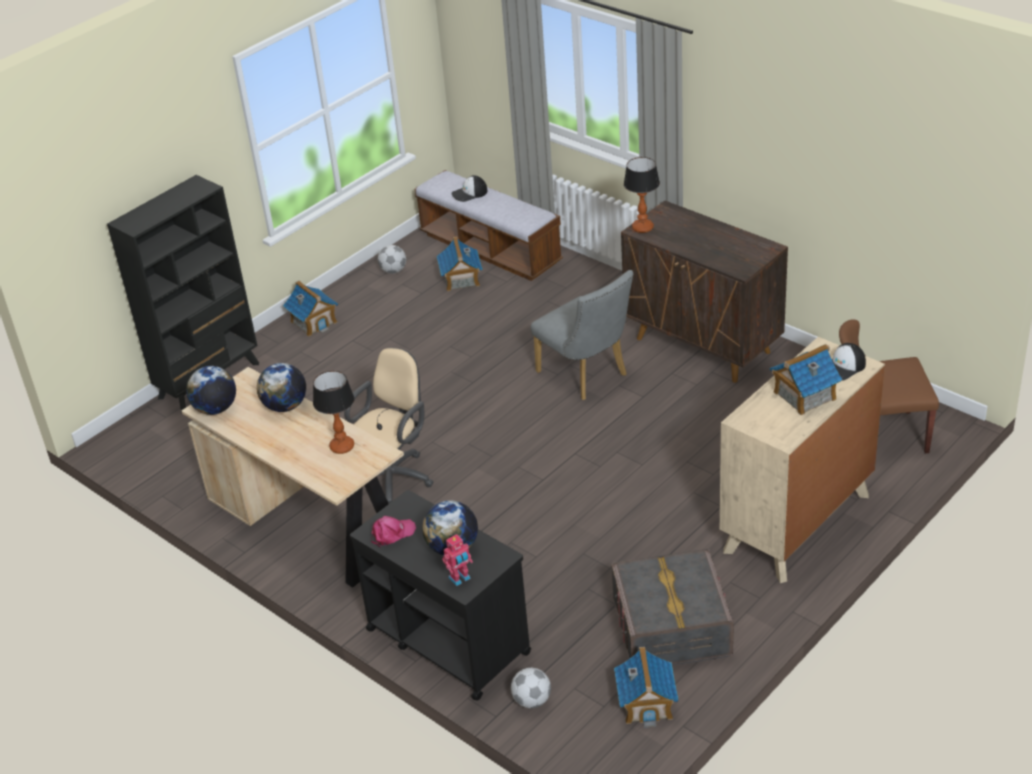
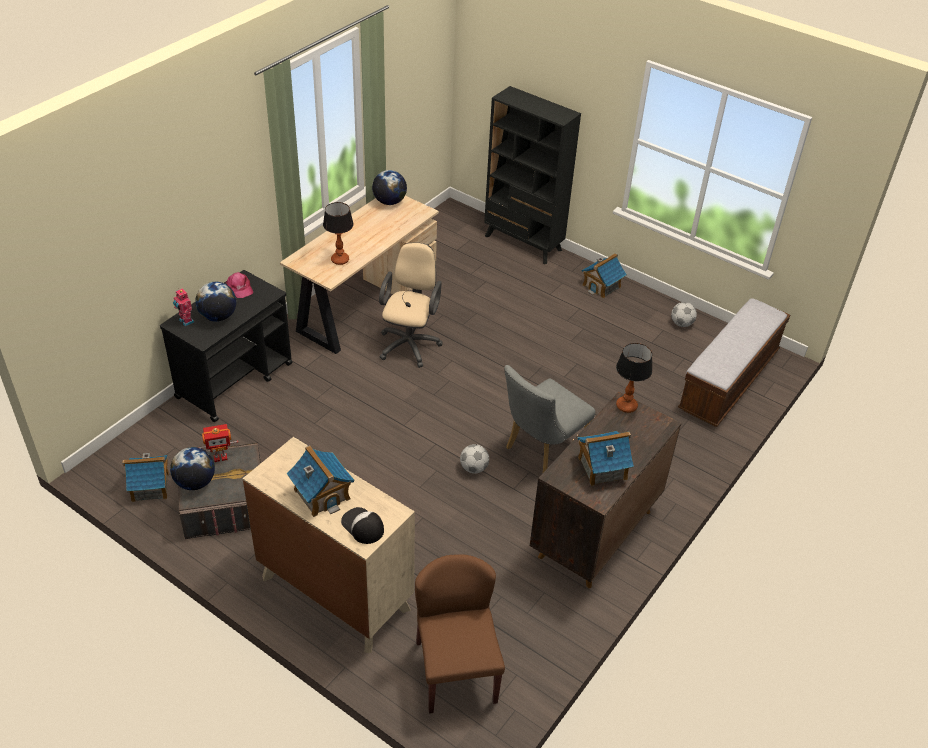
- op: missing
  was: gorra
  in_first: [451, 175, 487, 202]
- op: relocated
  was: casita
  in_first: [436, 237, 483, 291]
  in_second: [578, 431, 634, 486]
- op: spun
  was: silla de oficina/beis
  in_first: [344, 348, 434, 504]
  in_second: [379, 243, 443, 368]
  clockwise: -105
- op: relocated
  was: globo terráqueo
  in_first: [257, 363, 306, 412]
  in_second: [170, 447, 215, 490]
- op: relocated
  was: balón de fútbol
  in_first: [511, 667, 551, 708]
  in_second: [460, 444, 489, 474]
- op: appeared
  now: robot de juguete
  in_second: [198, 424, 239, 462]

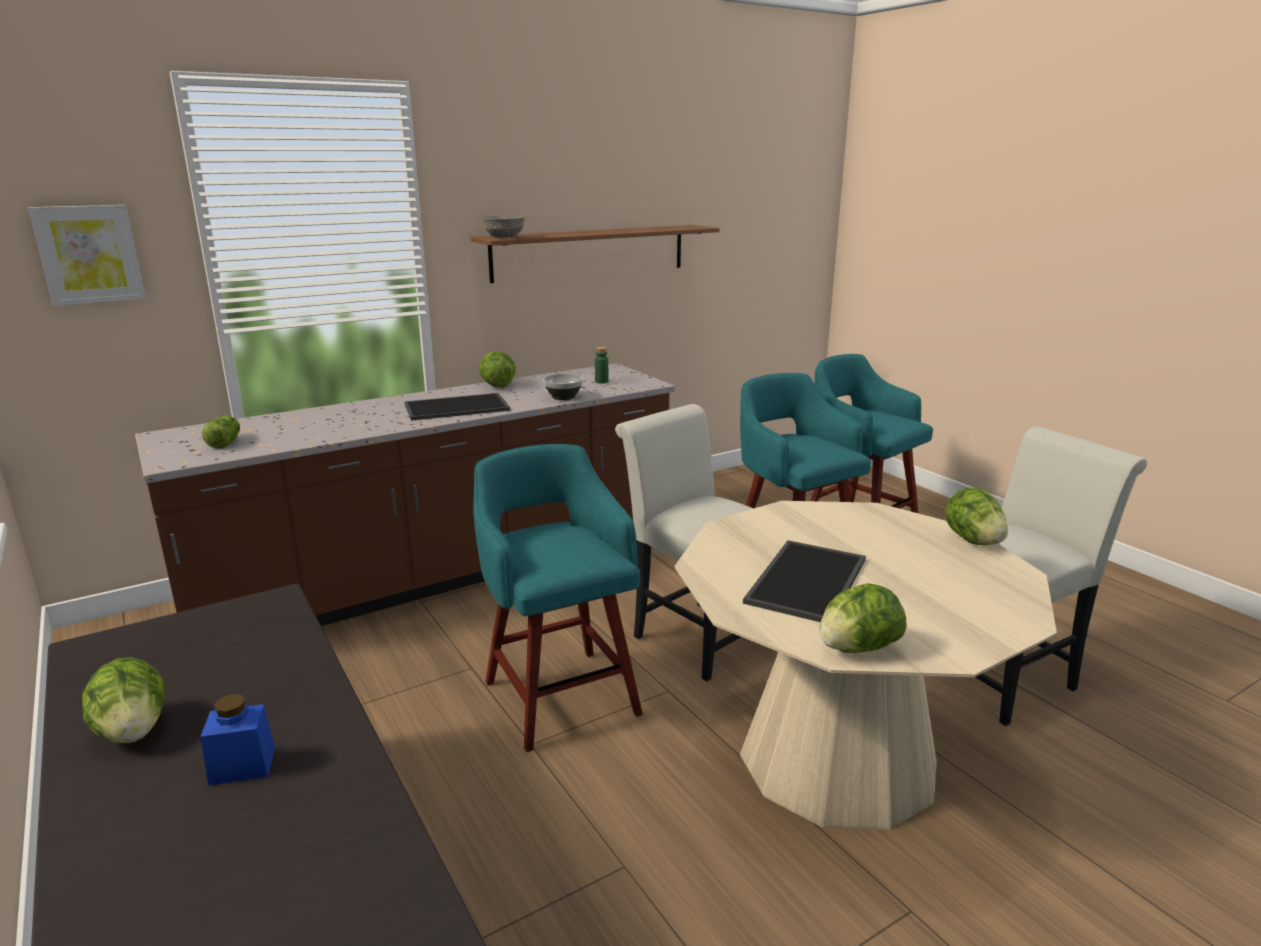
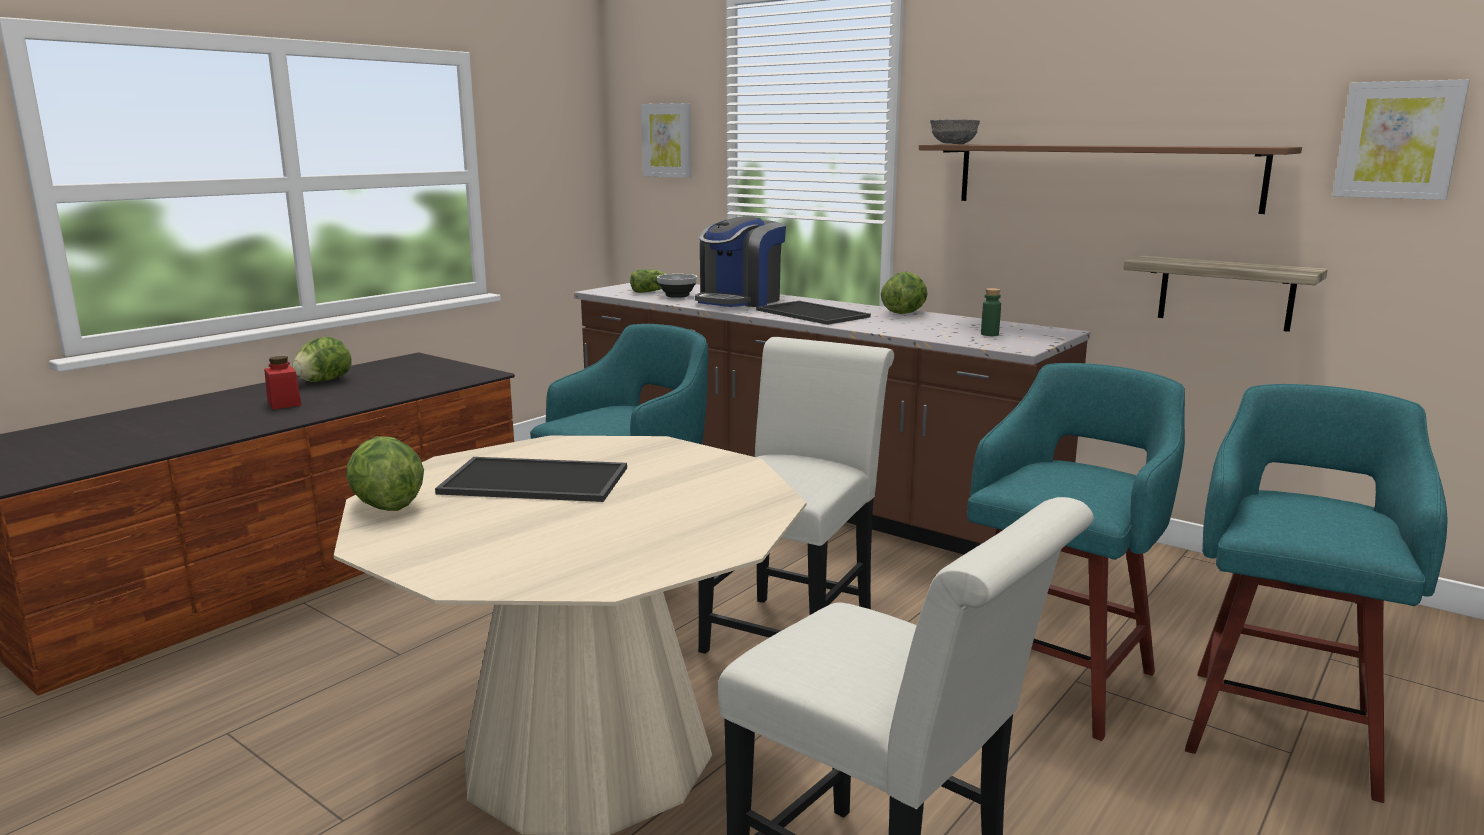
- op: relocated
  was: cuenco
  in_first: [543, 373, 583, 400]
  in_second: [657, 274, 697, 298]
- op: missing
  was: lechuga
  in_first: [945, 487, 1008, 546]
- op: colour
  was: tarro/azul
  now: tarro/rojo
  in_first: [200, 694, 275, 786]
  in_second: [264, 356, 301, 409]
- op: appeared
  now: cuadro
  in_second: [1332, 79, 1470, 200]
- op: appeared
  now: cafetera
  in_second: [695, 216, 786, 307]
- op: appeared
  now: estante
  in_second: [1123, 256, 1328, 332]

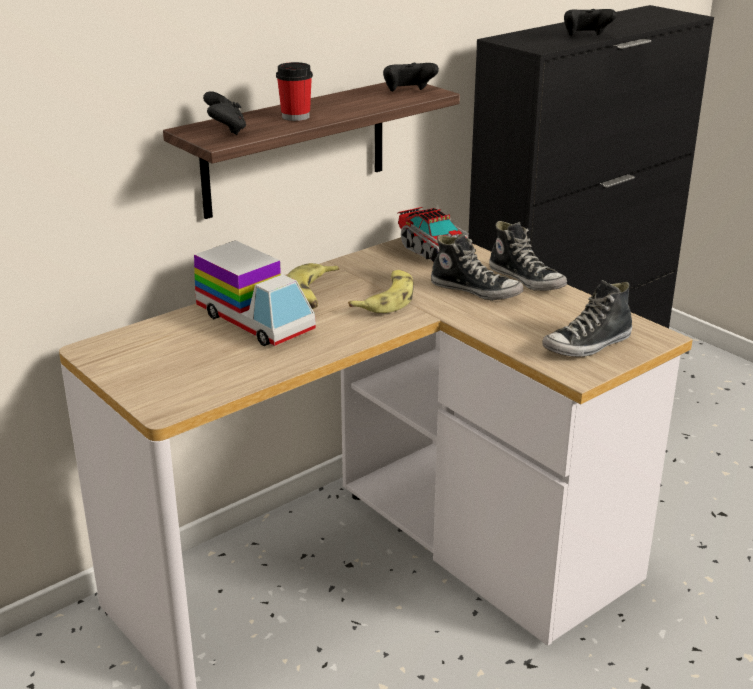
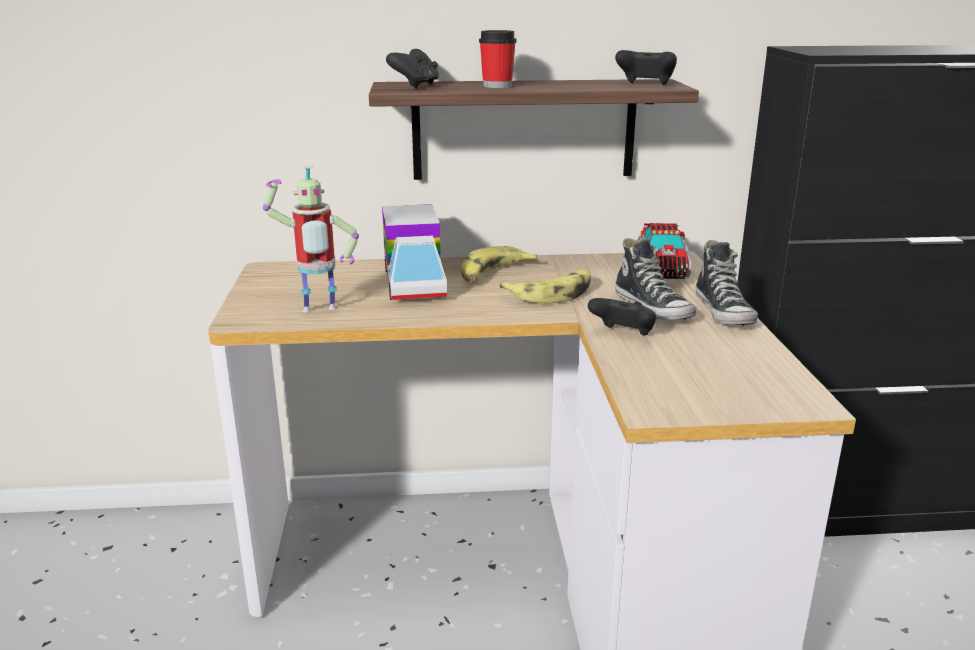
- op: relocated
  was: mando de consola/negro
  in_first: [564, 9, 617, 36]
  in_second: [588, 298, 656, 336]
- op: missing
  was: zapato
  in_first: [542, 280, 632, 357]
- op: appeared
  now: robot de juguete
  in_second: [263, 165, 359, 312]

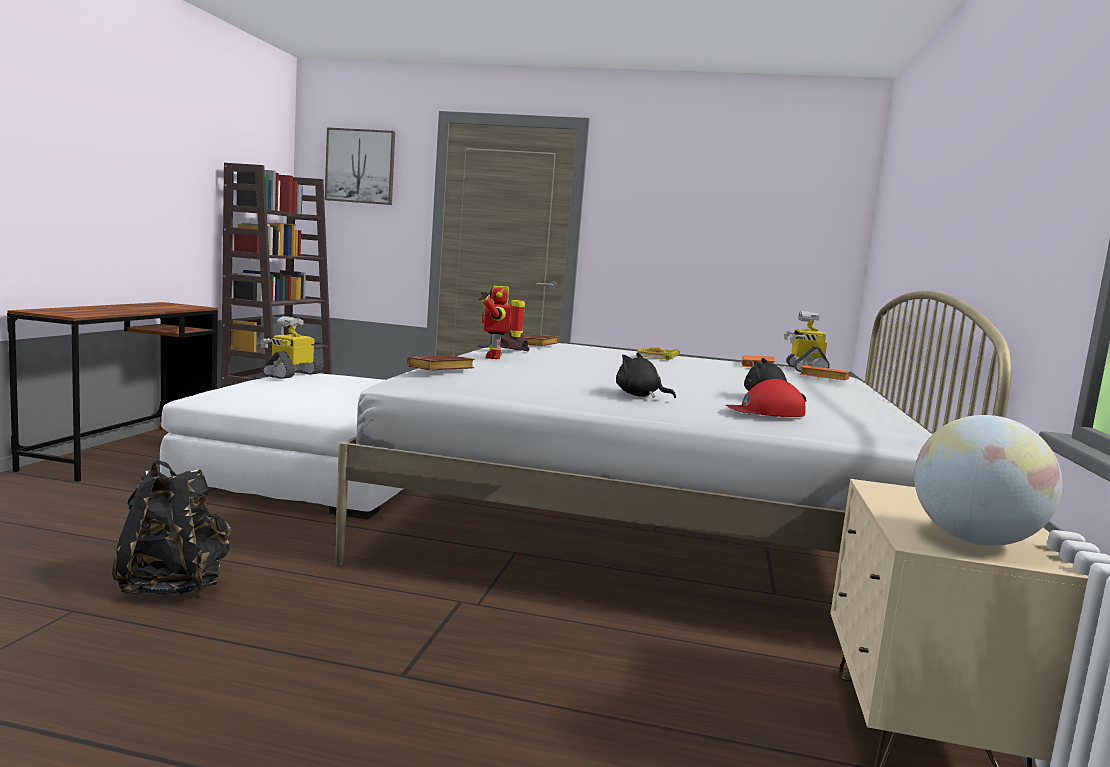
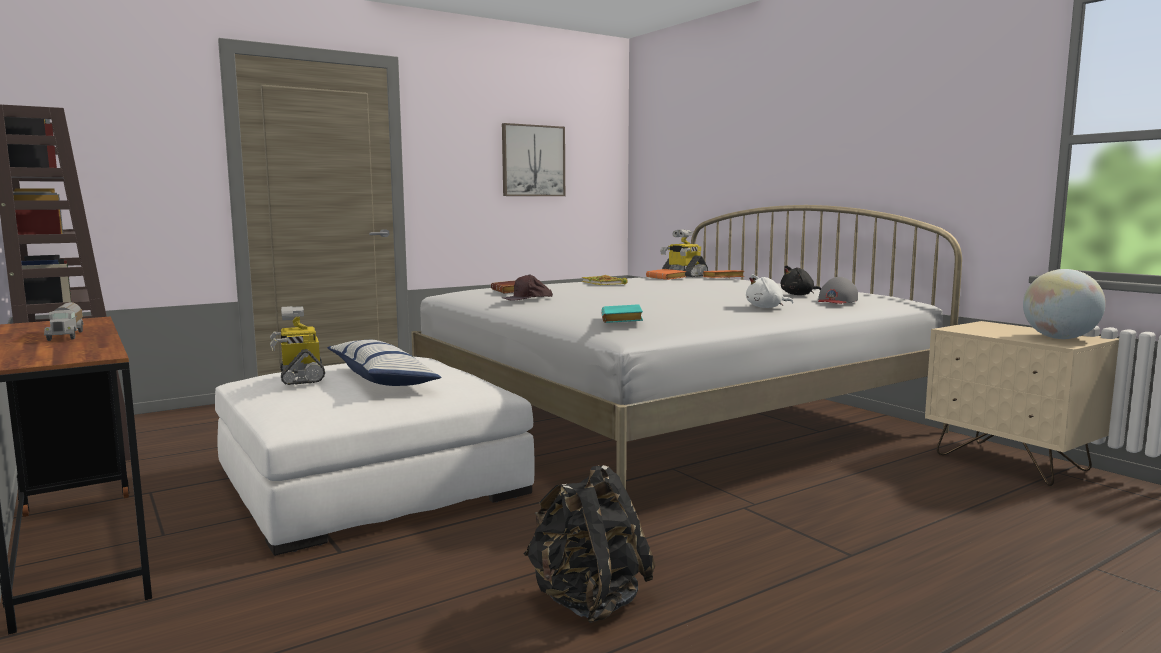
- op: relocated
  was: cuadro
  in_first: [325, 127, 395, 205]
  in_second: [502, 123, 565, 196]
- op: missing
  was: robot de juguete
  in_first: [479, 286, 525, 359]
- op: colour
  was: peluche/negro
  now: peluche/blanco
  in_first: [616, 352, 676, 398]
  in_second: [746, 274, 793, 308]
- op: colour
  was: libro/marrón
  now: libro/turquesa
  in_first: [407, 355, 475, 370]
  in_second: [601, 304, 643, 323]
- op: colour
  was: gorra/rojo
  now: gorra/gris
  in_first: [726, 379, 805, 417]
  in_second: [818, 277, 858, 304]
- op: appeared
  now: camión de juguete
  in_second: [44, 302, 83, 341]
- op: appeared
  now: cojín
  in_second: [327, 340, 441, 386]

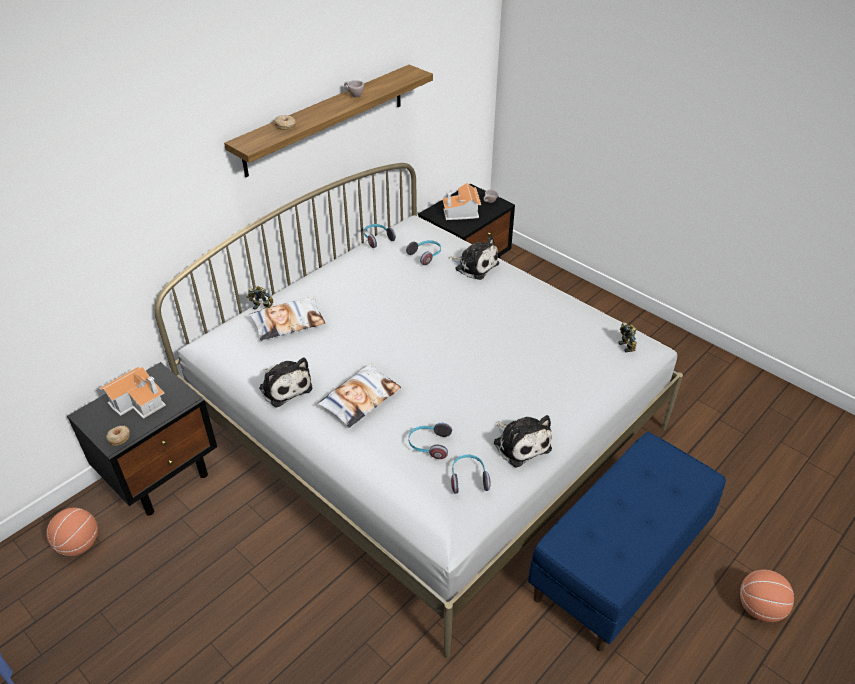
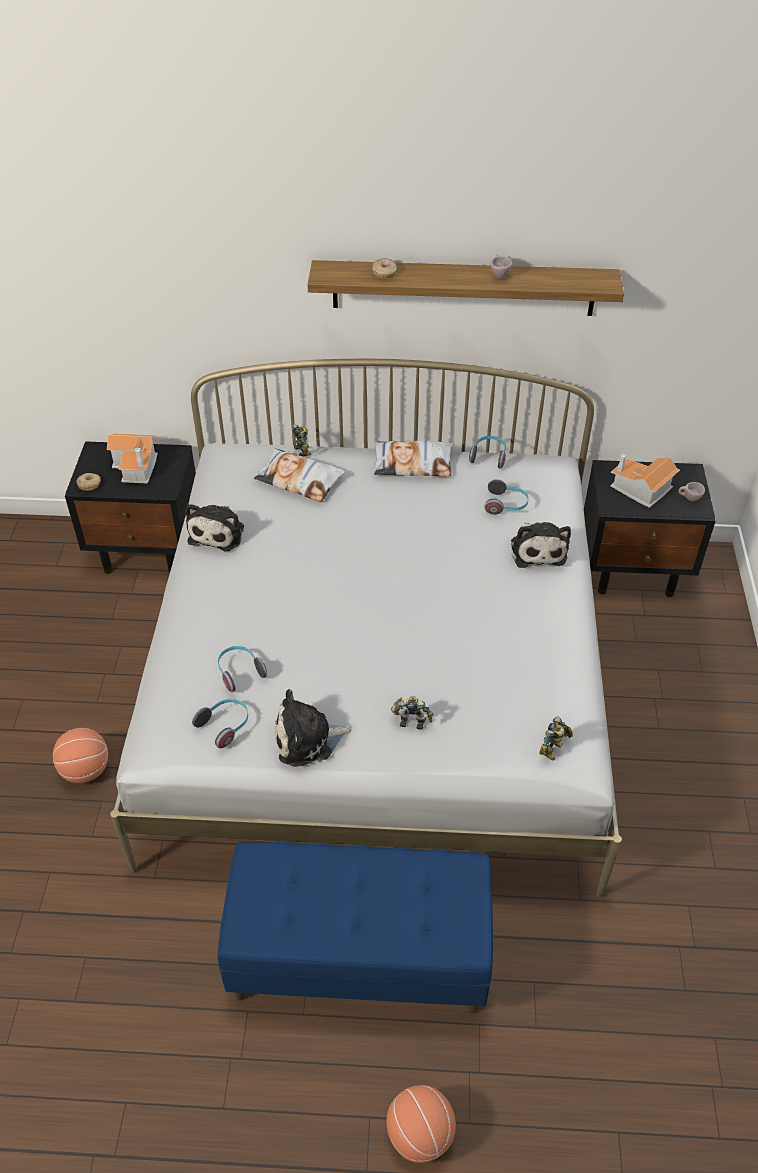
- op: relocated
  was: cojín
  in_first: [318, 363, 401, 428]
  in_second: [374, 441, 453, 477]
- op: spun
  was: peluche
  in_first: [494, 415, 552, 467]
  in_second: [275, 689, 353, 767]
  clockwise: 60
- op: relocated
  was: balón de baloncesto
  in_first: [46, 508, 98, 556]
  in_second: [53, 728, 108, 783]
- op: appeared
  now: robot de juguete
  in_second: [391, 696, 433, 730]

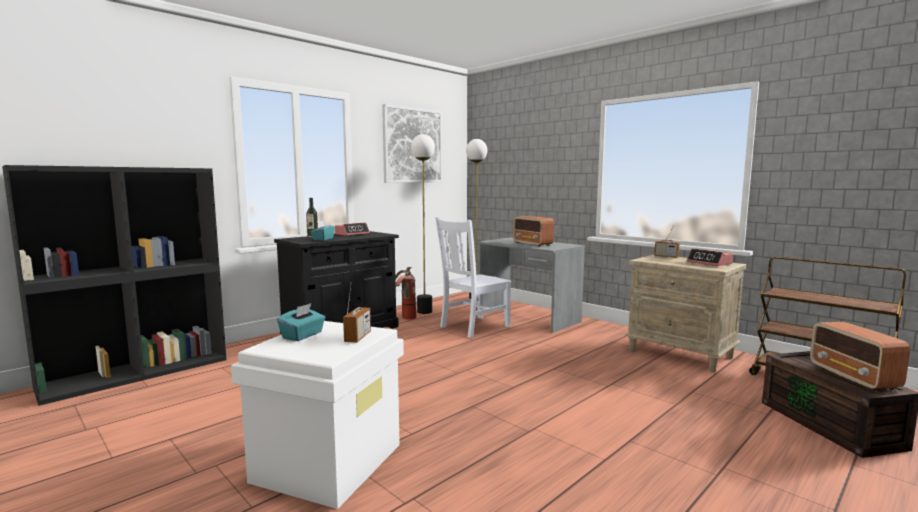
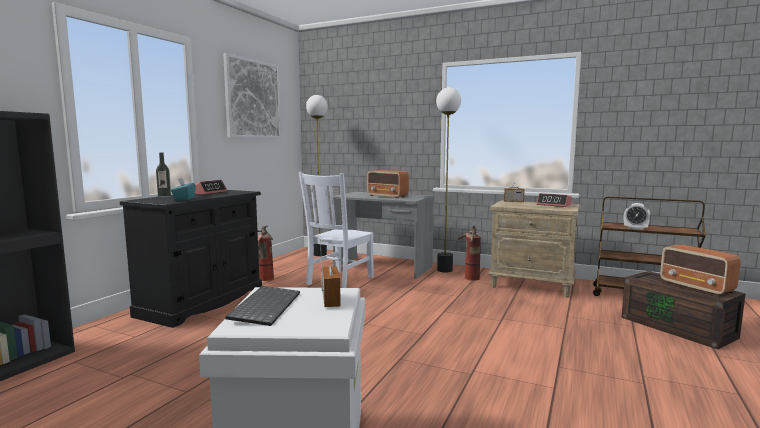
- op: relocated
  was: lámpara de pie
  in_first: [411, 134, 435, 314]
  in_second: [436, 87, 461, 273]
- op: exchanged
  was: caja de pañuelos/turquesa
  now: teclado
  in_first: [277, 303, 325, 341]
  in_second: [226, 286, 300, 326]
- op: appeared
  now: despertador
  in_second: [624, 203, 650, 230]
- op: appeared
  now: extintor
  in_second: [455, 225, 481, 281]

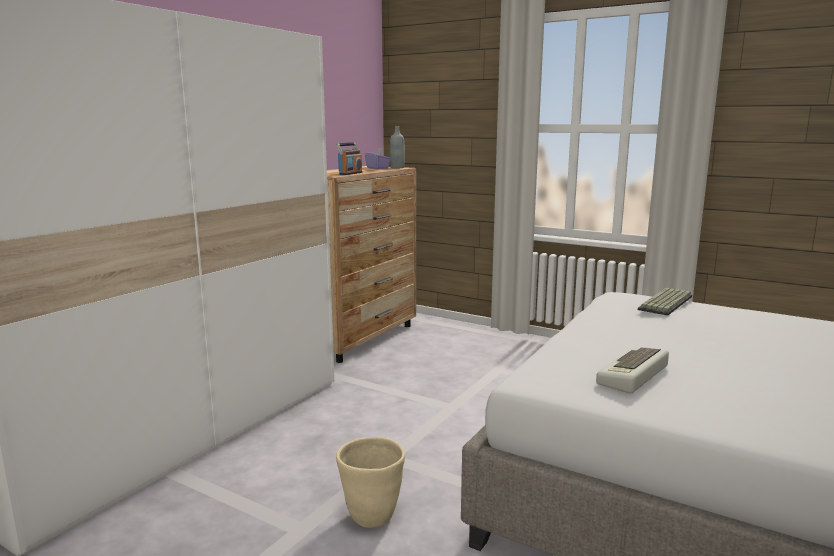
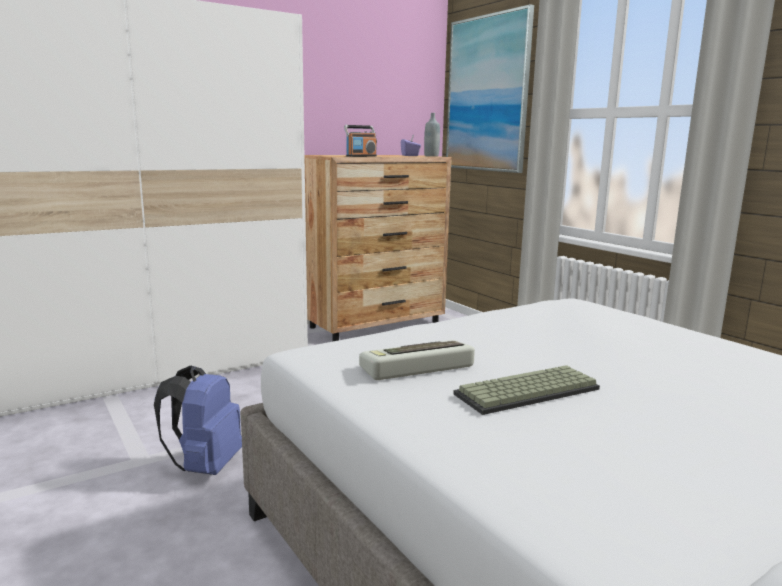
- op: relocated
  was: teclado
  in_first: [638, 288, 692, 316]
  in_second: [453, 365, 600, 415]
- op: exchanged
  was: maceta/beis
  now: mochila/azul
  in_first: [336, 437, 405, 528]
  in_second: [154, 365, 242, 475]
- op: appeared
  now: cuadro
  in_second: [446, 4, 534, 173]

